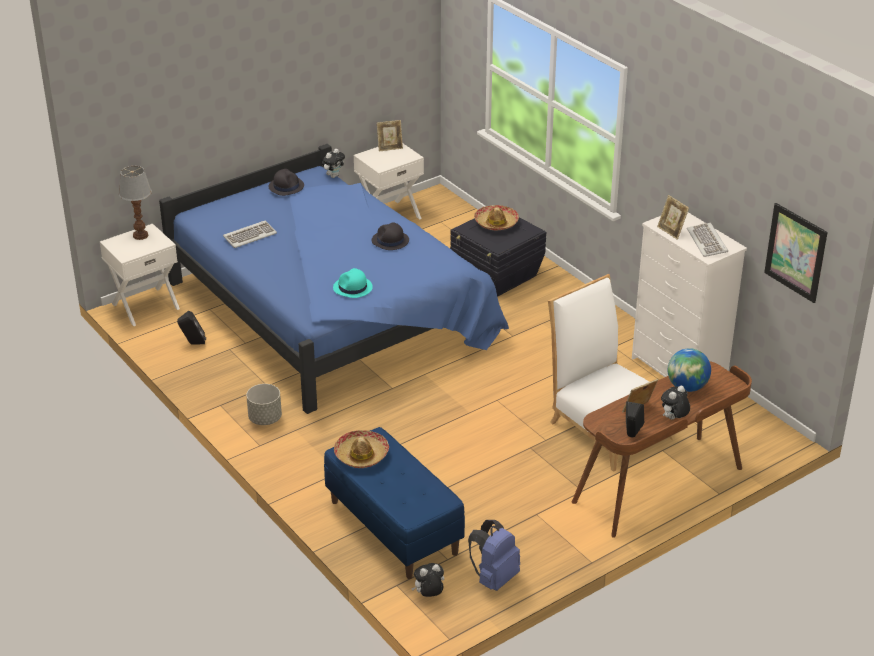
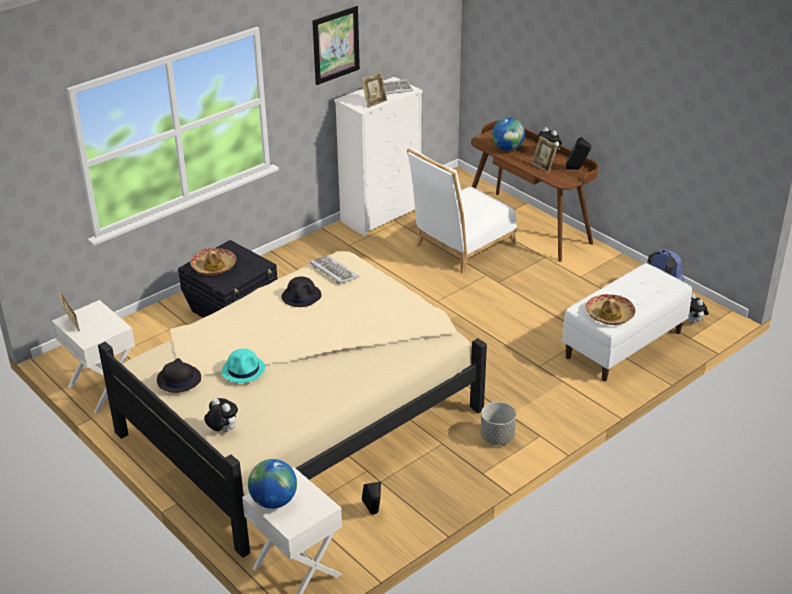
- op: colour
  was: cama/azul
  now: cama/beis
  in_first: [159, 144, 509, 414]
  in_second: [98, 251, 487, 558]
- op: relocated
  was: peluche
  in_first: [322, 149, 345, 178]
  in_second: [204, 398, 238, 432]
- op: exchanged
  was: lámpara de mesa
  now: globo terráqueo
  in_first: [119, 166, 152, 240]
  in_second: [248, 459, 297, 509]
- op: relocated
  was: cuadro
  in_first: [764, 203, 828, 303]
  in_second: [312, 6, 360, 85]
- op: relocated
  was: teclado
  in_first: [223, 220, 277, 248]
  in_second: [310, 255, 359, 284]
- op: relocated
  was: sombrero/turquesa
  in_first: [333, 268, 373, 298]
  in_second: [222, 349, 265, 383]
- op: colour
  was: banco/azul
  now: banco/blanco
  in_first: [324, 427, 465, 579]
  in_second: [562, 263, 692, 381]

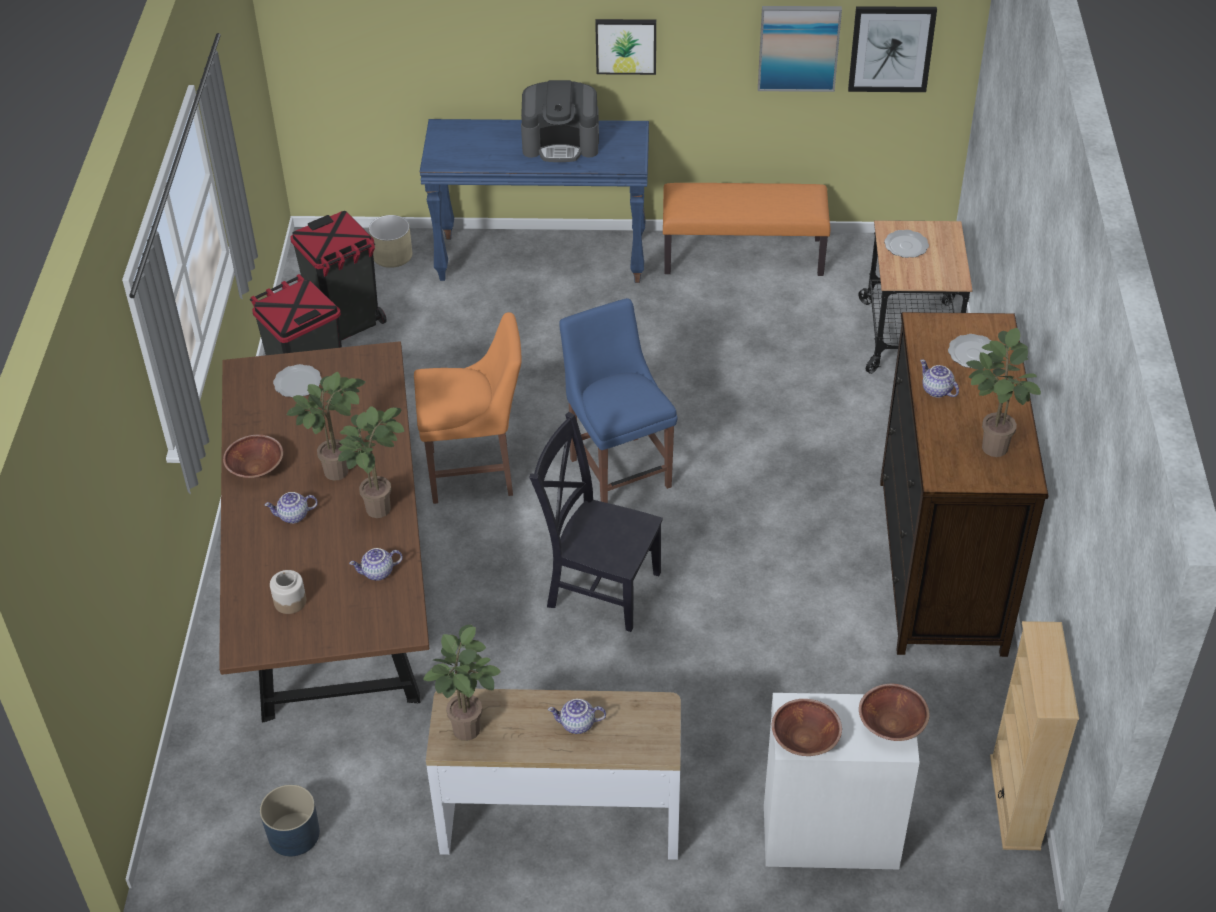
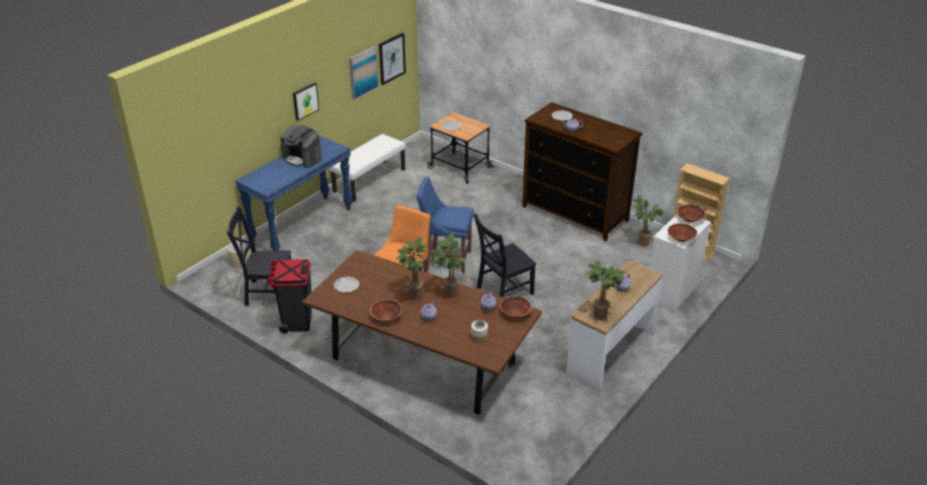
- op: spun
  was: cafetera
  in_first: [521, 80, 599, 162]
  in_second: [280, 125, 322, 168]
  clockwise: 90
- op: colour
  was: banco/naranja
  now: banco/blanco
  in_first: [663, 183, 830, 276]
  in_second: [329, 134, 406, 202]
- op: exchanged
  was: papelera/negro
  now: silla/negro
  in_first: [290, 211, 387, 341]
  in_second: [226, 206, 291, 306]
- op: relocated
  was: planta en maceta
  in_first: [966, 328, 1041, 457]
  in_second: [632, 195, 665, 247]
- op: missing
  was: maceta/azul
  in_first: [260, 785, 320, 856]
- op: appeared
  now: cuenco/marrón
  in_second: [500, 296, 532, 318]

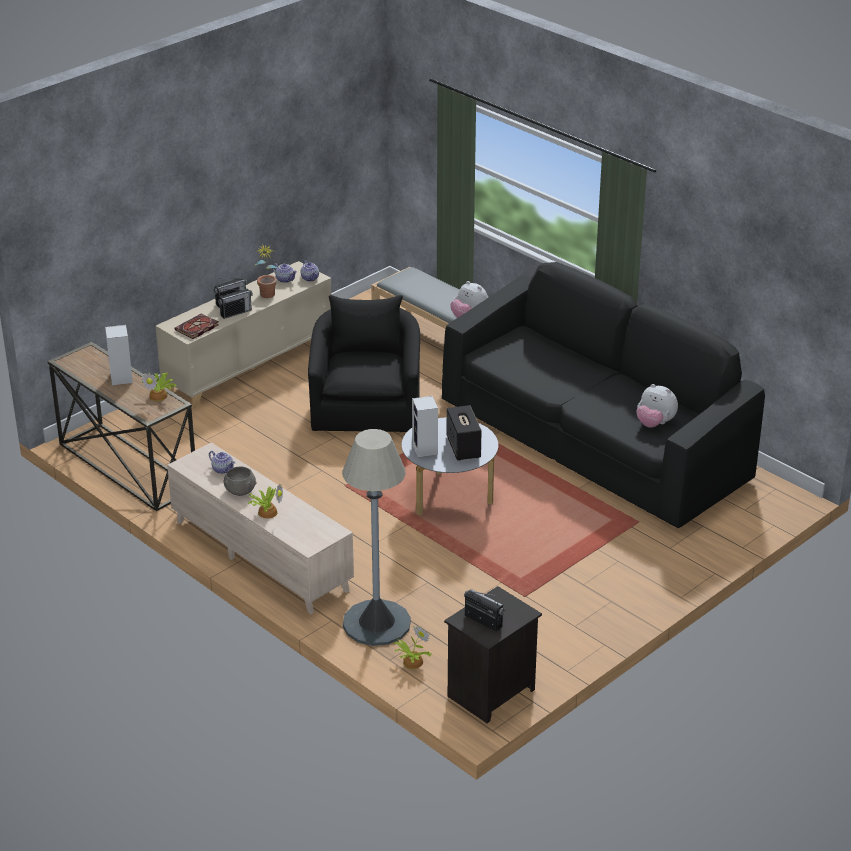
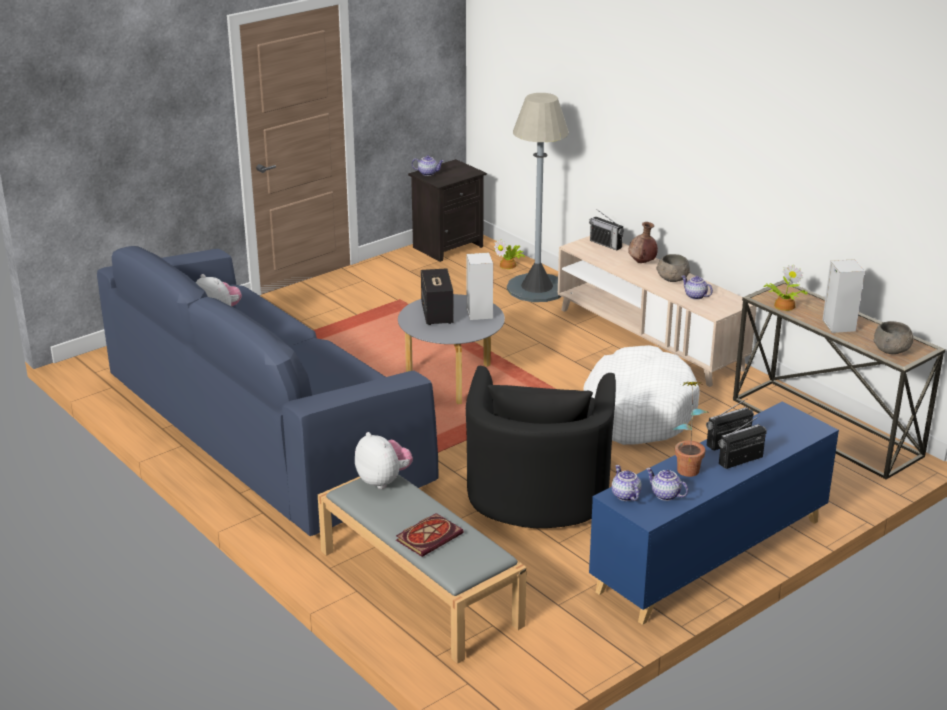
- op: colour
  was: armario/beis
  now: armario/azul
  in_first: [155, 261, 332, 409]
  in_second: [589, 402, 839, 625]
- op: colour
  was: sofá/negro
  now: sofá/azul
  in_first: [442, 262, 765, 528]
  in_second: [97, 246, 439, 536]
- op: relocated
  was: libro
  in_first: [174, 314, 219, 339]
  in_second: [396, 513, 464, 557]
- op: exchanged
  was: planta en maceta
  now: florero/marrón
  in_first: [248, 485, 283, 518]
  in_second: [628, 222, 658, 263]
- op: relocated
  was: radio
  in_first: [464, 589, 505, 631]
  in_second: [589, 209, 624, 251]
- op: appeared
  now: tetera
  in_second: [412, 155, 444, 176]
- op: appeared
  now: cuenco/gris
  in_second: [873, 321, 913, 354]
- op: appeared
  now: cama para perro/blanco
  in_second: [583, 345, 700, 445]

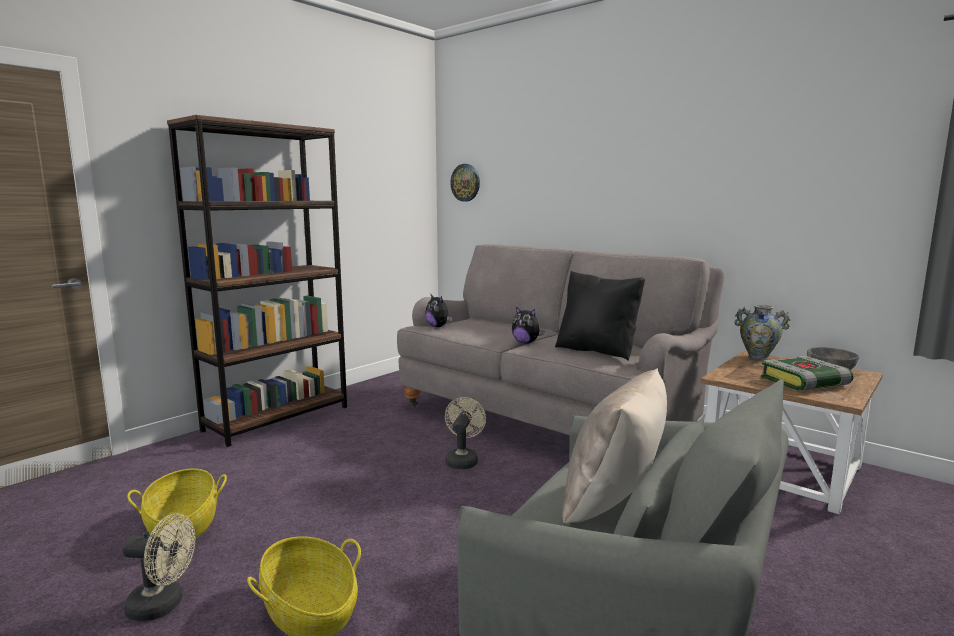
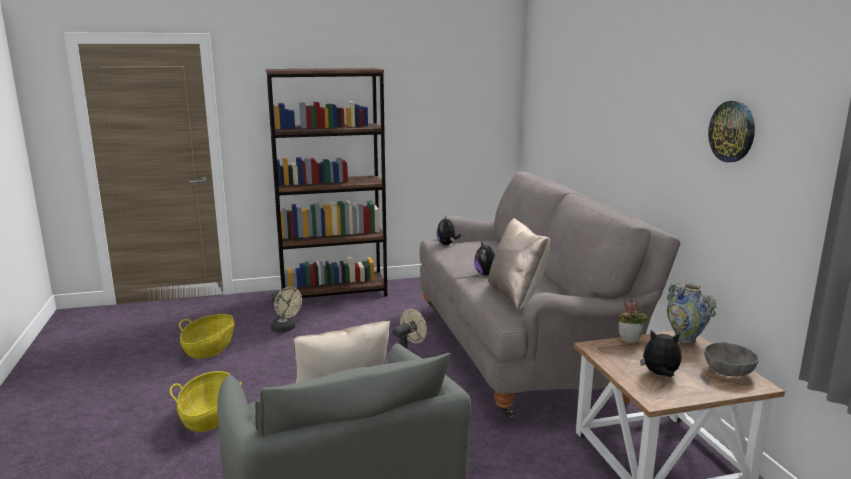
- op: relocated
  was: reloj de pared
  in_first: [450, 164, 480, 202]
  in_second: [708, 101, 755, 162]
- op: colour
  was: cojín/negro
  now: cojín/beis
  in_first: [555, 271, 645, 361]
  in_second: [488, 218, 550, 311]
- op: exchanged
  was: libro
  now: peluche
  in_first: [761, 356, 853, 391]
  in_second: [640, 330, 682, 377]
- op: relocated
  was: ventilador/beis
  in_first: [122, 513, 196, 621]
  in_second: [270, 287, 302, 332]
- op: appeared
  now: planta en maceta
  in_second: [619, 293, 648, 343]

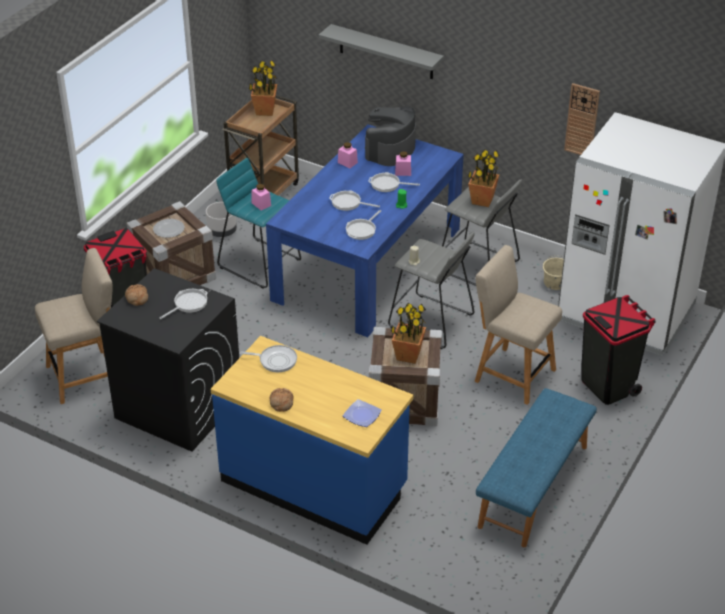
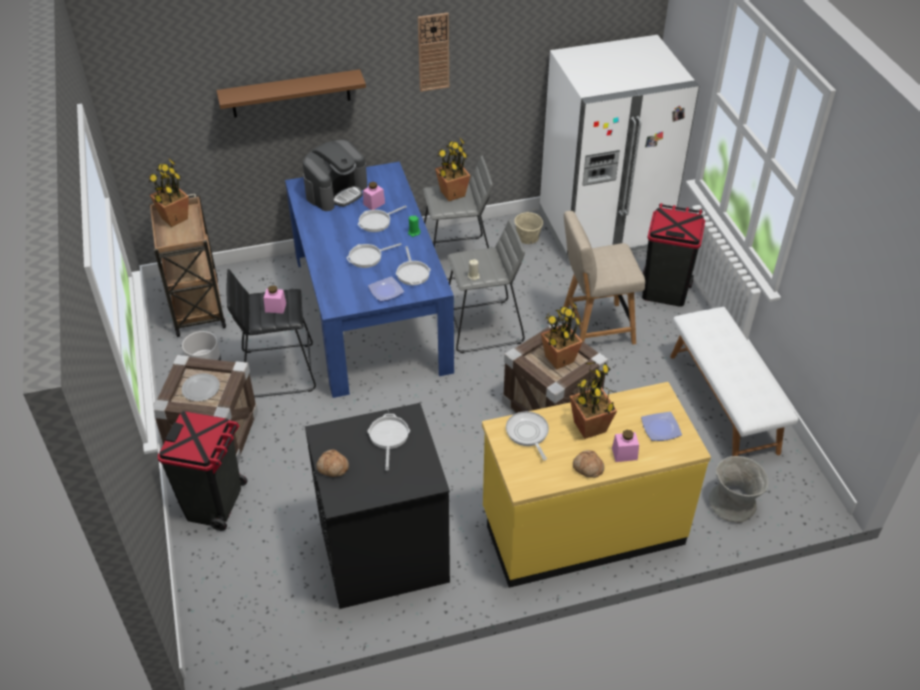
- op: colour
  was: estante/gris
  now: estante/marrón
  in_first: [319, 24, 444, 79]
  in_second: [216, 69, 366, 118]
- op: relocated
  was: reloj de pared
  in_first: [564, 83, 600, 155]
  in_second: [418, 13, 449, 92]
- op: spun
  was: cafetera
  in_first: [365, 106, 416, 166]
  in_second: [303, 140, 367, 211]
  clockwise: -120
- op: relocated
  was: tarro/rosa
  in_first: [338, 142, 358, 168]
  in_second: [612, 430, 639, 462]
- op: colour
  was: taburete/turquesa
  now: taburete/negro
  in_first: [216, 158, 301, 289]
  in_second: [226, 269, 316, 397]
- op: missing
  was: silla/beis
  in_first: [35, 248, 113, 404]
- op: colour
  was: mueble bajo de cocina/azul
  now: mueble bajo de cocina/amarillo
  in_first: [211, 336, 413, 545]
  in_second: [482, 382, 711, 588]
- op: spun
  was: sartén
  in_first: [240, 345, 297, 373]
  in_second: [506, 411, 549, 460]
  clockwise: -75
- op: colour
  was: banco/azul
  now: banco/blanco
  in_first: [476, 388, 597, 547]
  in_second: [670, 307, 798, 456]
- op: appeared
  now: plato
  in_second: [368, 276, 404, 302]
- op: appeared
  now: planta en maceta
  in_second: [570, 362, 617, 439]
- op: appeared
  now: florero/gris
  in_second: [709, 456, 769, 523]

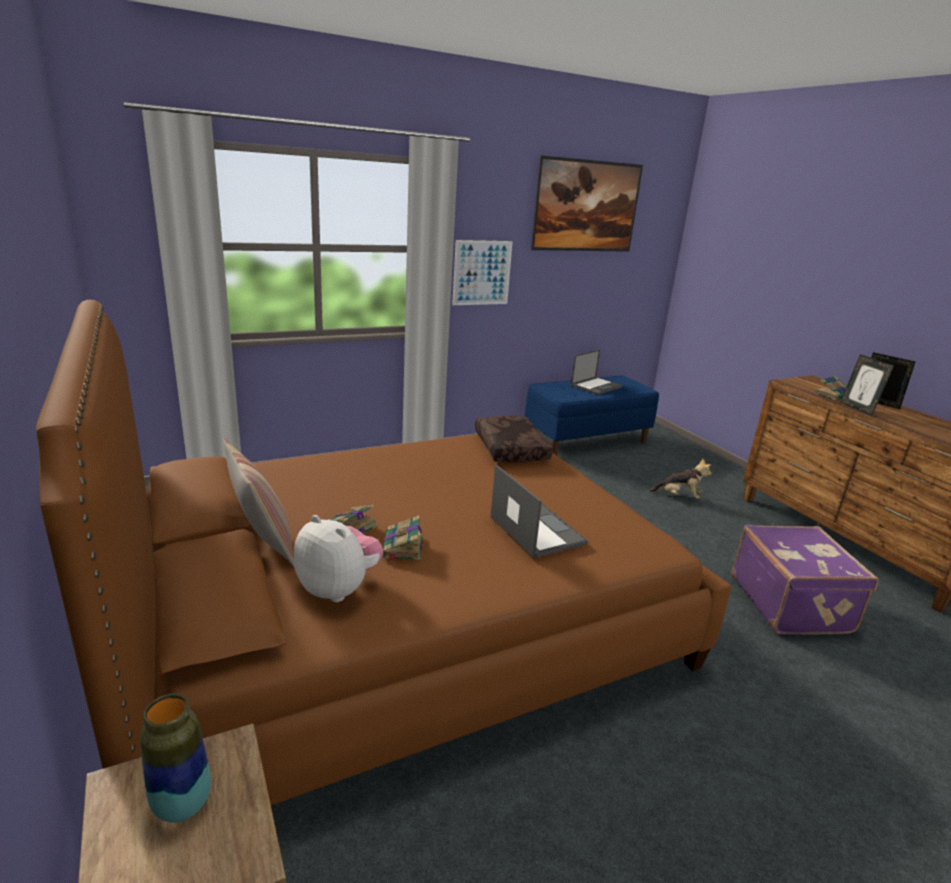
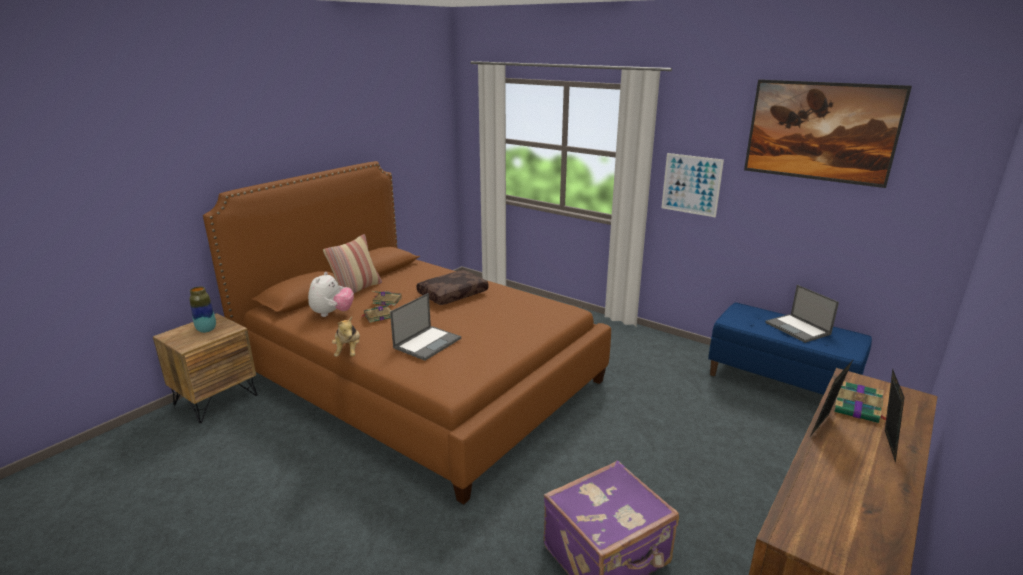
- op: spun
  was: portátil
  in_first: [571, 349, 623, 395]
  in_second: [765, 285, 839, 343]
  clockwise: 45
- op: relocated
  was: cojín/marrón
  in_first: [475, 416, 553, 462]
  in_second: [417, 270, 489, 305]
- op: relocated
  was: peluche
  in_first: [649, 458, 712, 499]
  in_second: [332, 317, 360, 356]

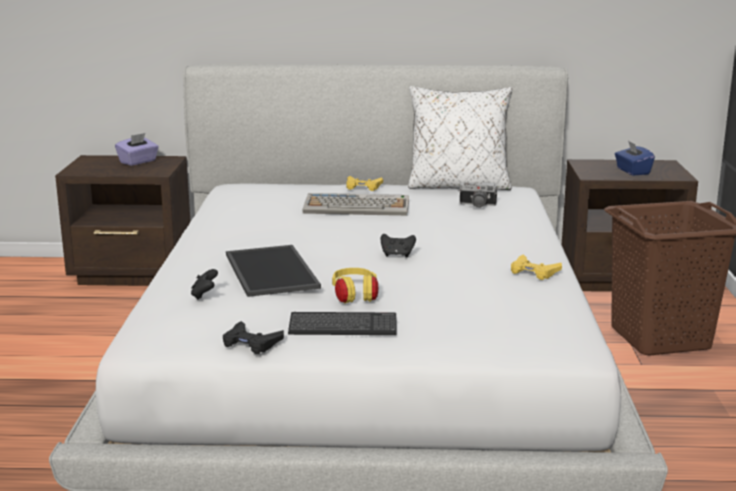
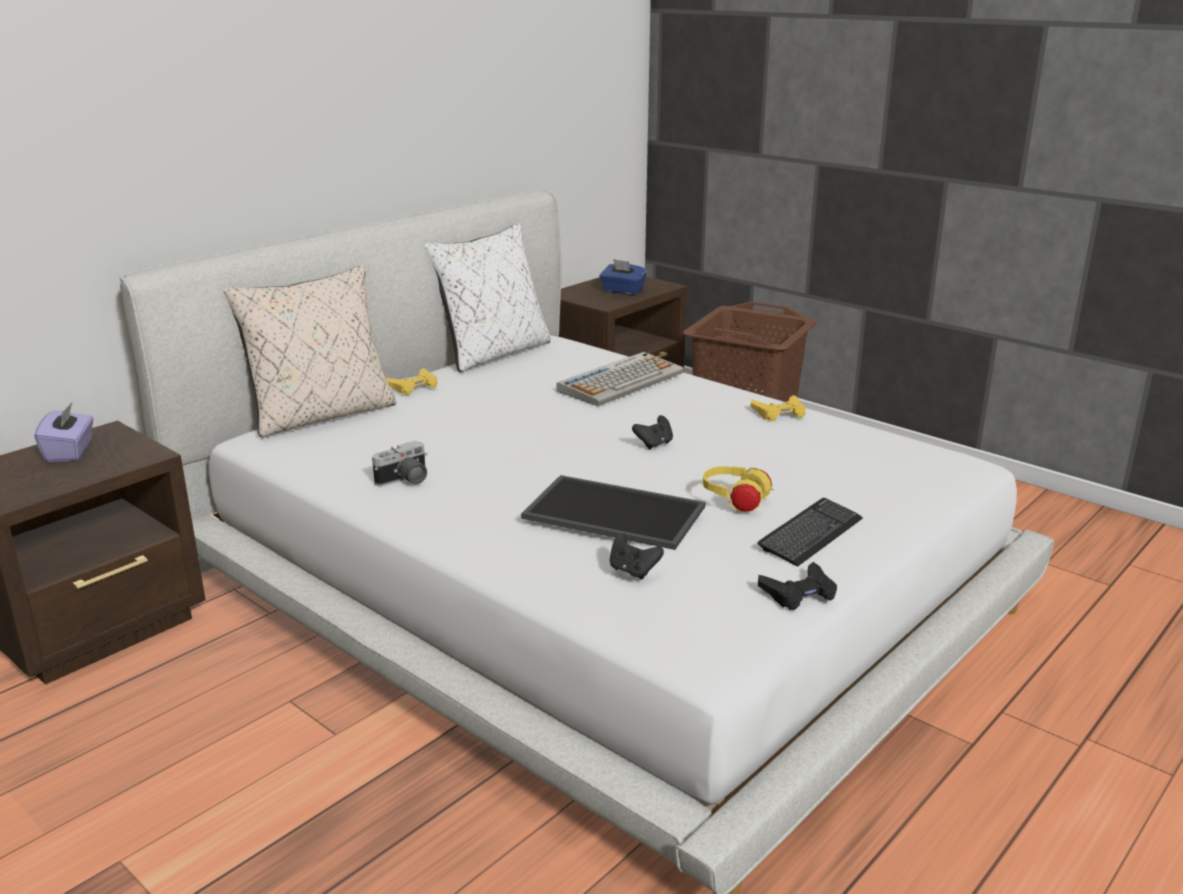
- op: relocated
  was: cámara
  in_first: [459, 182, 497, 208]
  in_second: [372, 440, 427, 487]
- op: relocated
  was: teclado
  in_first: [303, 193, 409, 216]
  in_second: [556, 352, 684, 406]
- op: appeared
  now: cojín/beis
  in_second: [223, 265, 396, 437]

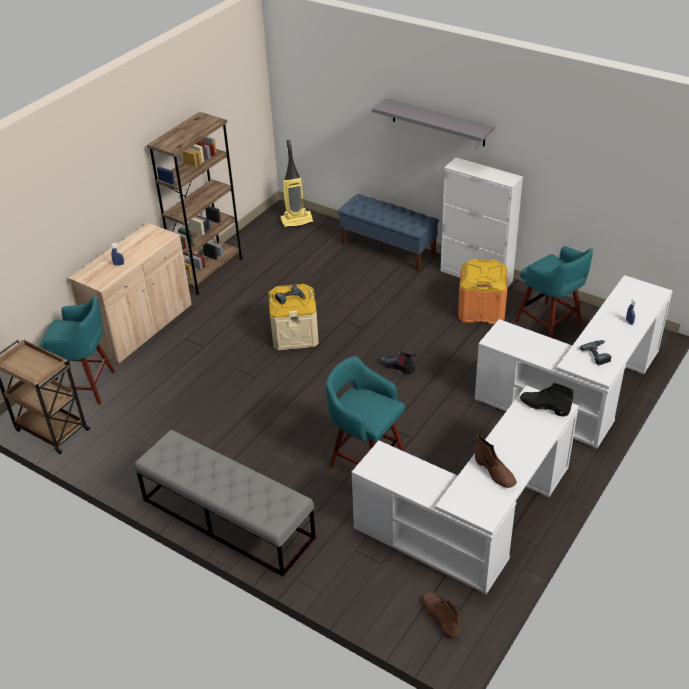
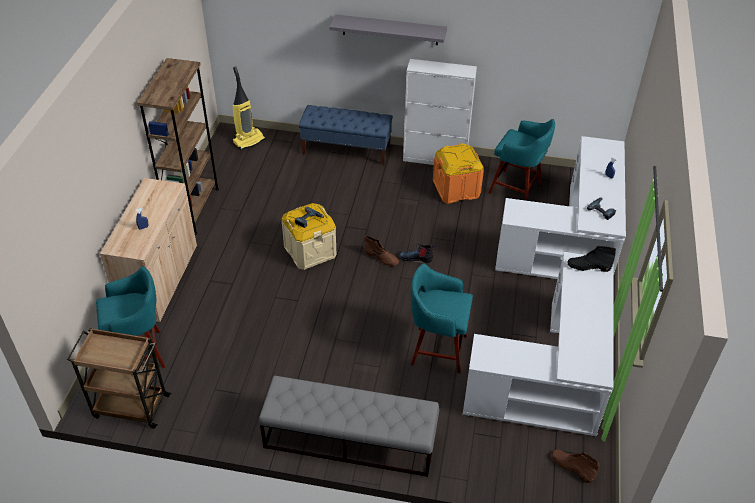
- op: relocated
  was: bota/marrón
  in_first: [475, 435, 517, 488]
  in_second: [365, 235, 399, 266]

